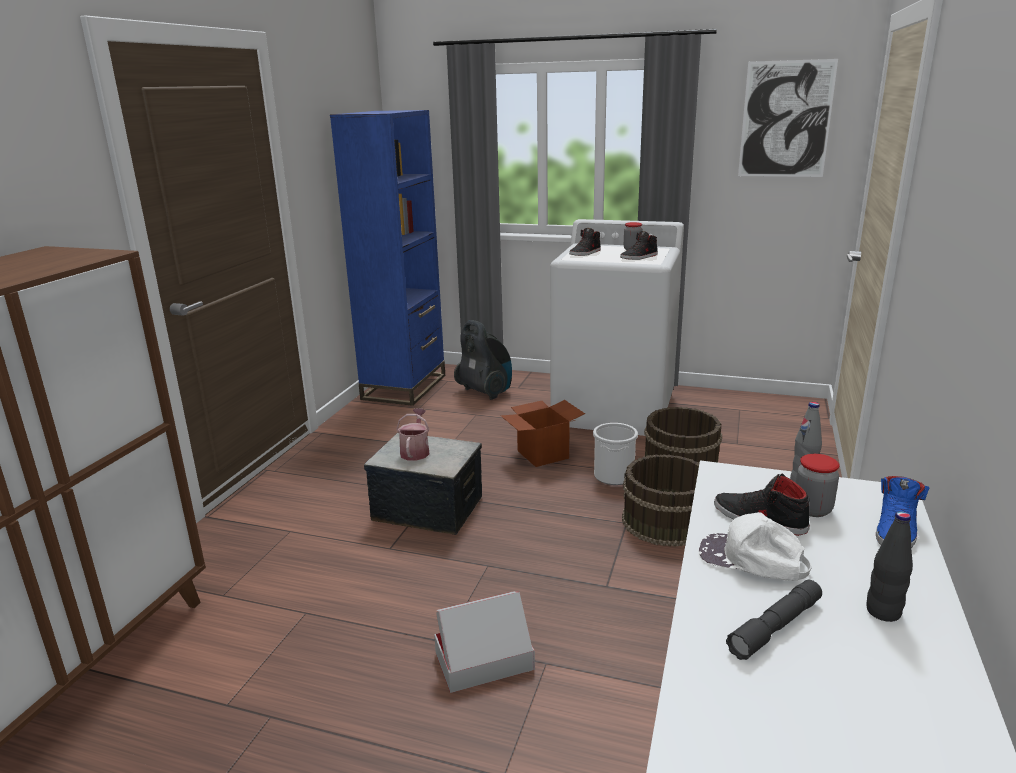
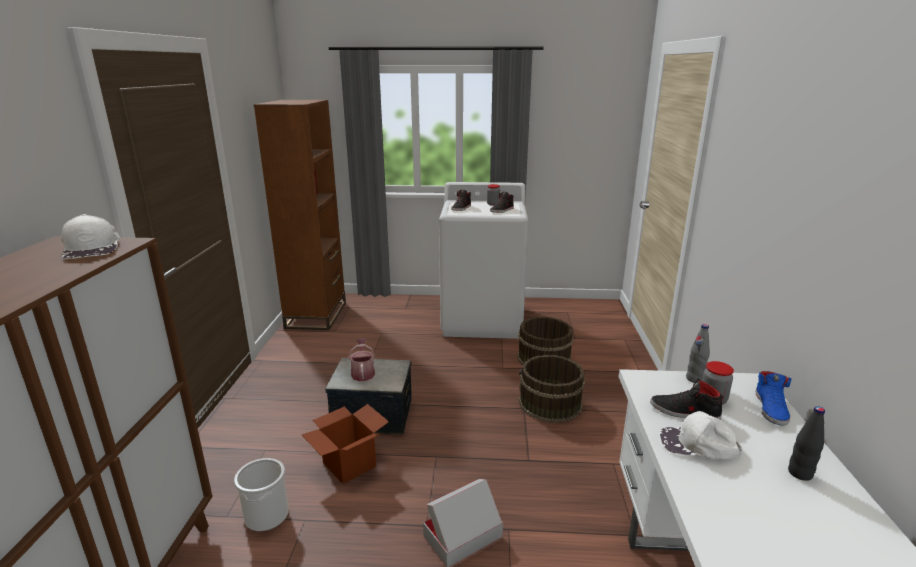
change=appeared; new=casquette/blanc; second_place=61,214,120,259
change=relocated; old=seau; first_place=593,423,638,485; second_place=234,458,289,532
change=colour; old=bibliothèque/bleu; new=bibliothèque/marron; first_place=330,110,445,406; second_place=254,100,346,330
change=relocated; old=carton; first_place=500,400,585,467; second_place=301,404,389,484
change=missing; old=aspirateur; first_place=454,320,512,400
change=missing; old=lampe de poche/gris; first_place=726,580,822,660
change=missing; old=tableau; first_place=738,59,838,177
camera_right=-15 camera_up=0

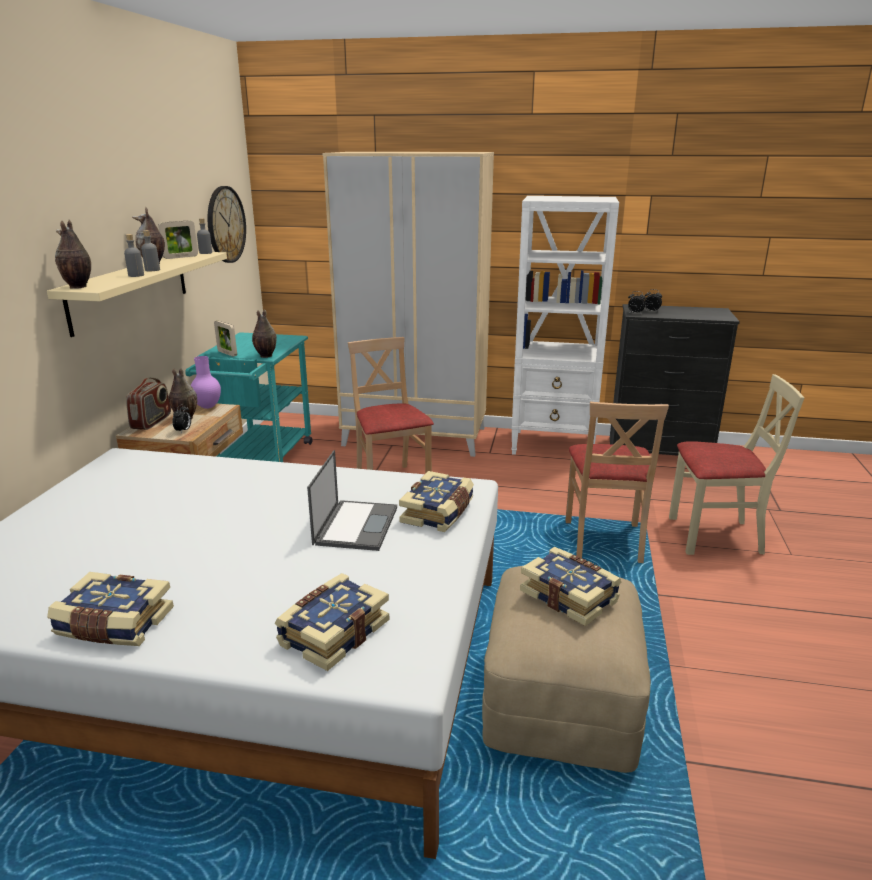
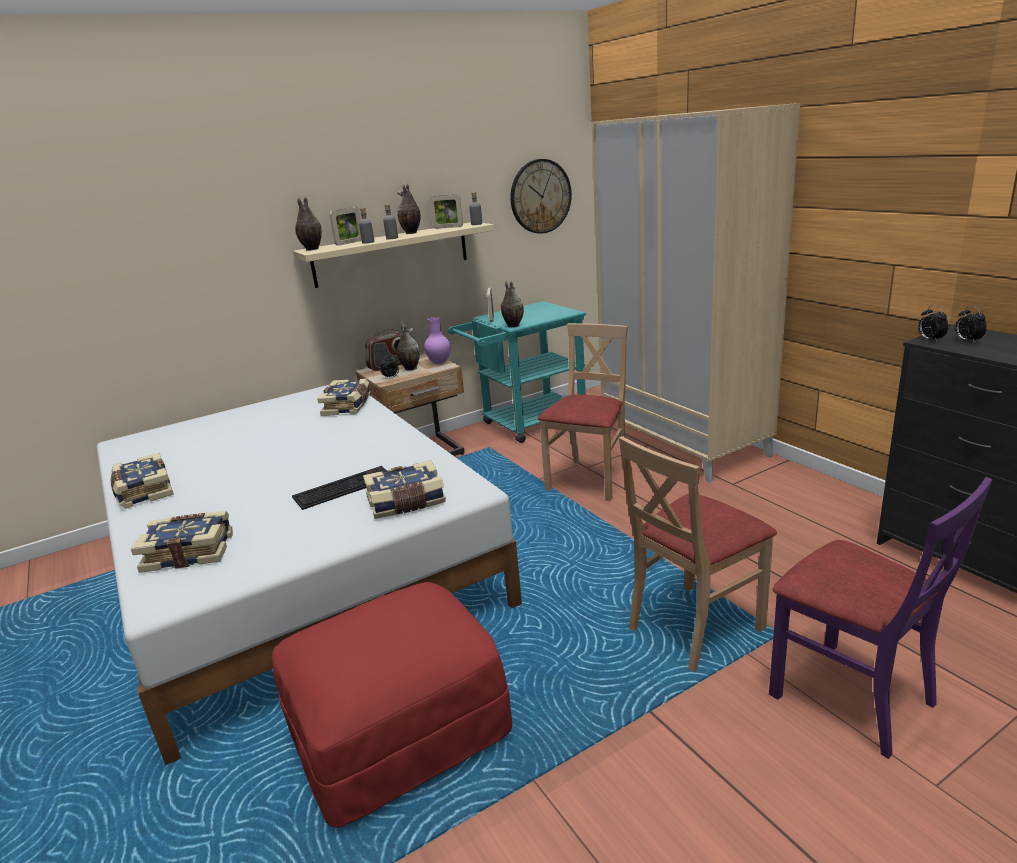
change=colour; old=pouf/beige; new=pouf/rouge; first_place=482,566,651,773; second_place=272,582,512,828
change=exchanged; old=ordinateur portable; new=clavier; first_place=307,450,397,551; second_place=292,466,387,510
change=relocated; old=livre; first_place=520,547,621,626; second_place=317,378,370,416
change=appeared; new=cadre photo; second_place=329,207,362,245
change=colour; old=chaise/beige; new=chaise/violet; first_place=669,374,804,555; second_place=769,477,992,759
change=missing; old=bibliothèque/blanc; first_place=511,196,619,455
camera_right=50 camera_up=0

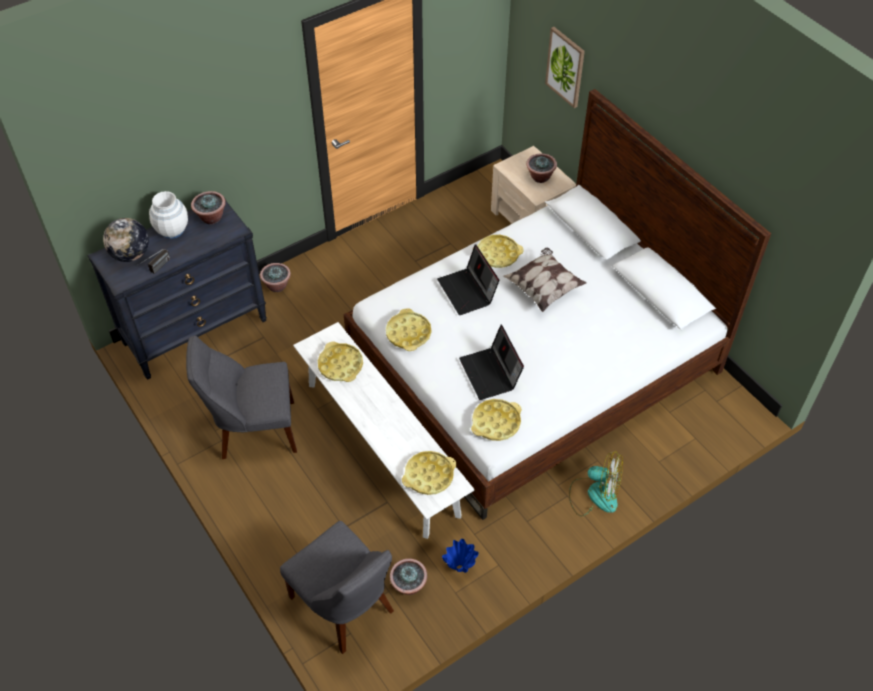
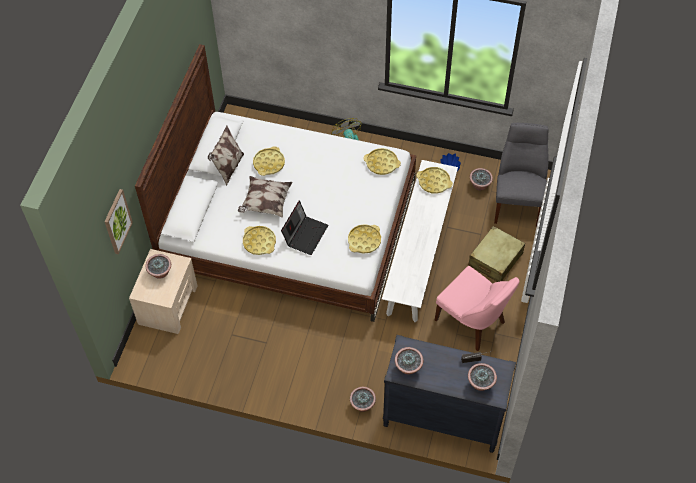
change=appeared; new=coussin; second_place=208,125,244,186
change=relocated; old=plateau/jaune; first_place=318,342,363,382; second_place=253,146,285,176
change=colour; old=chaise/gris; new=chaise/rose; first_place=186,335,297,459; second_place=435,266,519,351
change=appeared; new=valise/beige; second_place=468,226,525,282
change=exchanged; old=globe; new=plante en pot; first_place=103,218,149,262; second_place=468,363,497,391
change=missing; old=vase/blanc; first_place=149,191,188,239
change=missing; old=ordinateur portable; first_place=459,325,524,400
camera_right=-130 camera_up=5

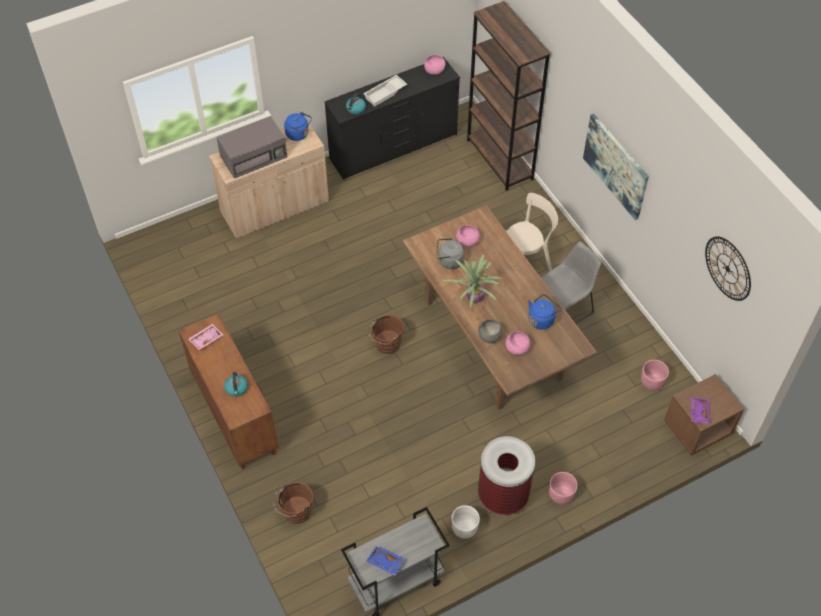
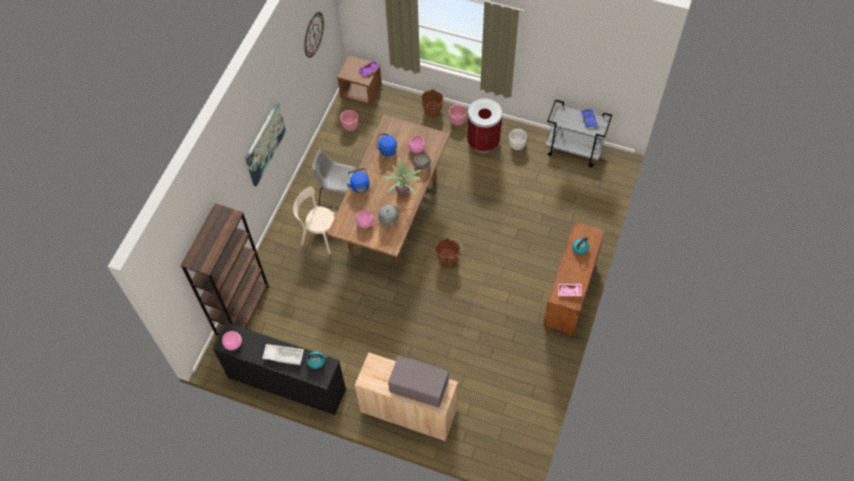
change=relocated; old=bouilloire/bleu; first_place=284,112,312,141; second_place=347,168,370,193
change=relocated; old=seau/marron; first_place=273,482,313,524; second_place=421,89,446,117
camera_right=-130 camera_up=5

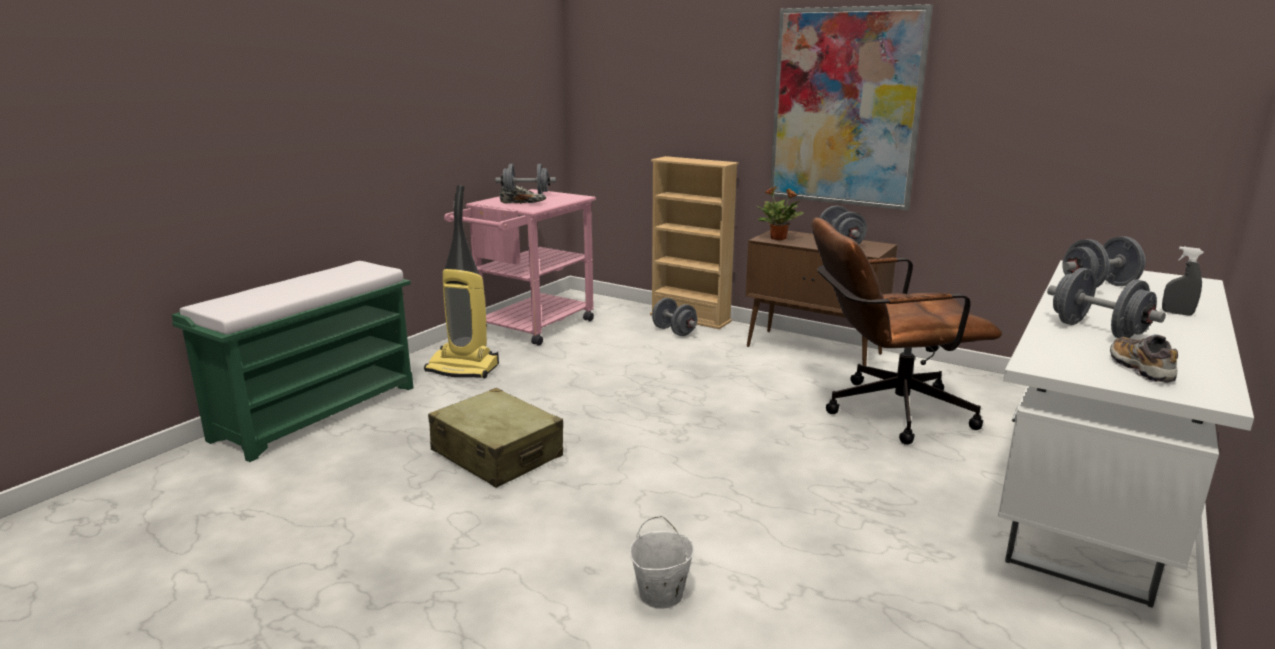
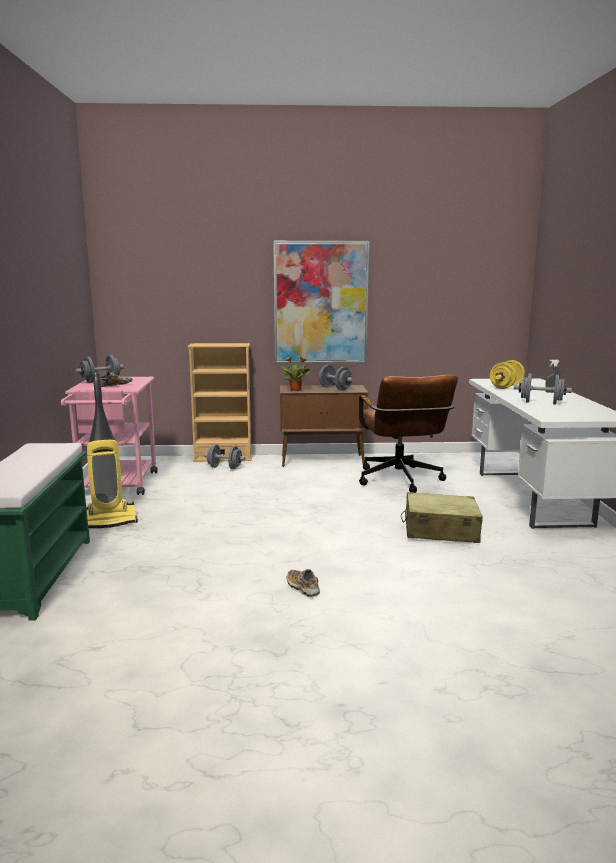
change=relocated; old=chaussure; first_place=1110,334,1178,383; second_place=287,569,320,597
change=spun; old=chaise de bureau/marron; first_place=812,218,1002,445; second_place=358,375,458,493; degrees=-60
change=relocated; old=valise/beige; first_place=428,388,563,488; second_place=401,492,483,543
change=colour; old=haltère/gris; new=haltère/jaune; first_place=1062,236,1146,288; second_place=490,360,525,389
change=missing; old=seau/blanc; first_place=630,516,695,609
camera_right=-35 camera_up=-5

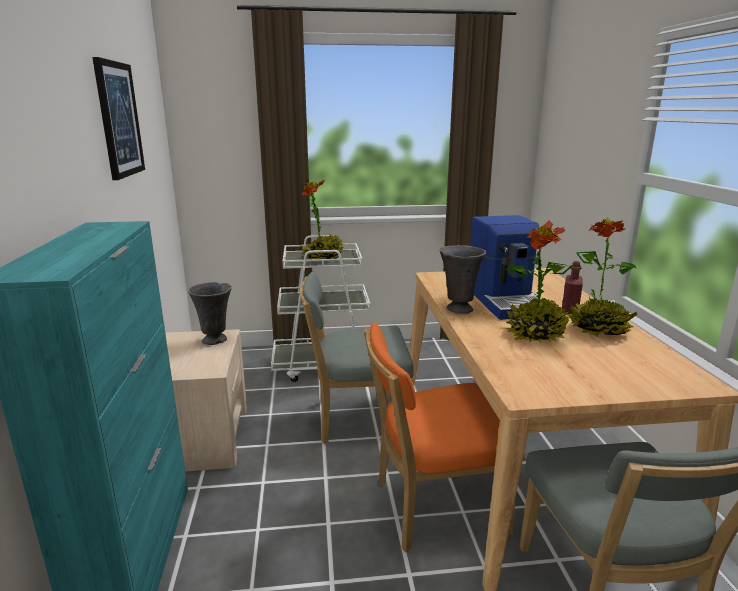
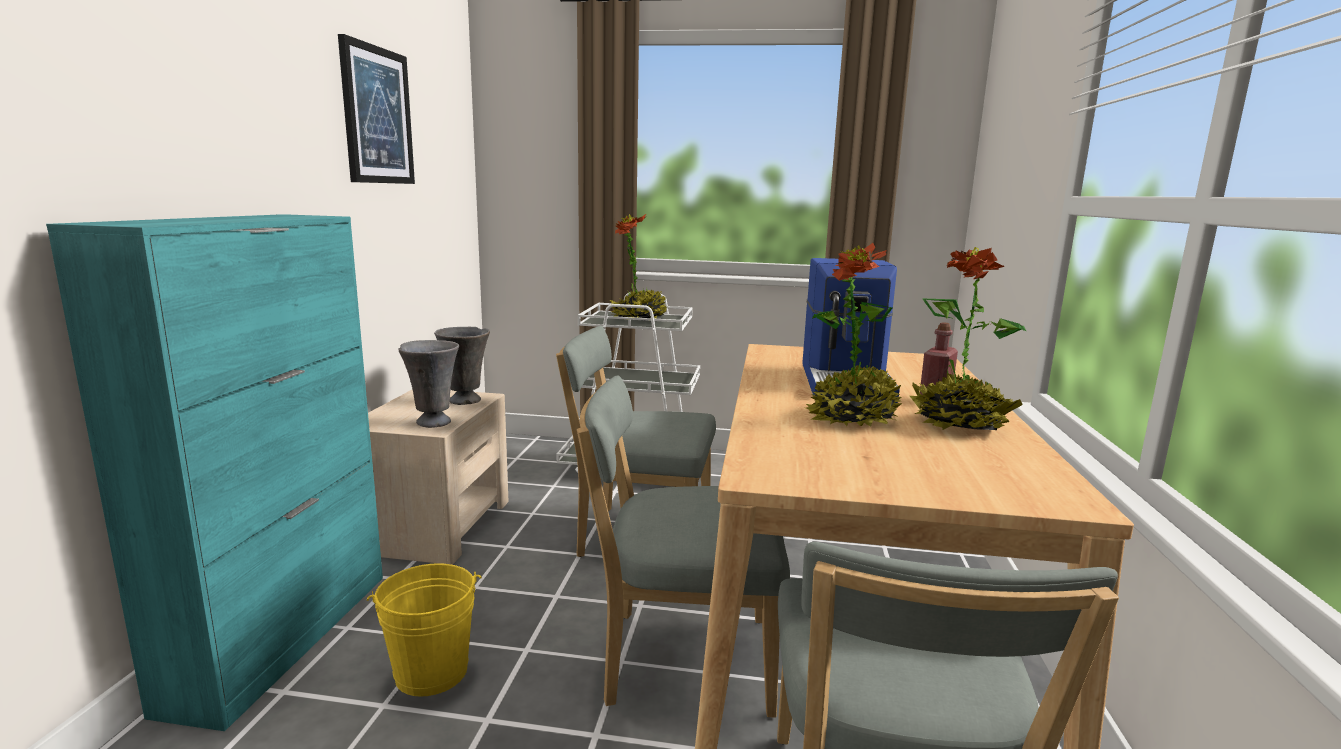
change=appeared; new=seau/jaune; second_place=367,563,482,697
change=relocated; old=vase/gris; first_place=440,245,486,314; second_place=398,340,459,428
change=colour; old=chaise/orange; new=chaise/gris; first_place=364,322,525,552; second_place=577,375,790,718
camera_right=15 camera_up=-5

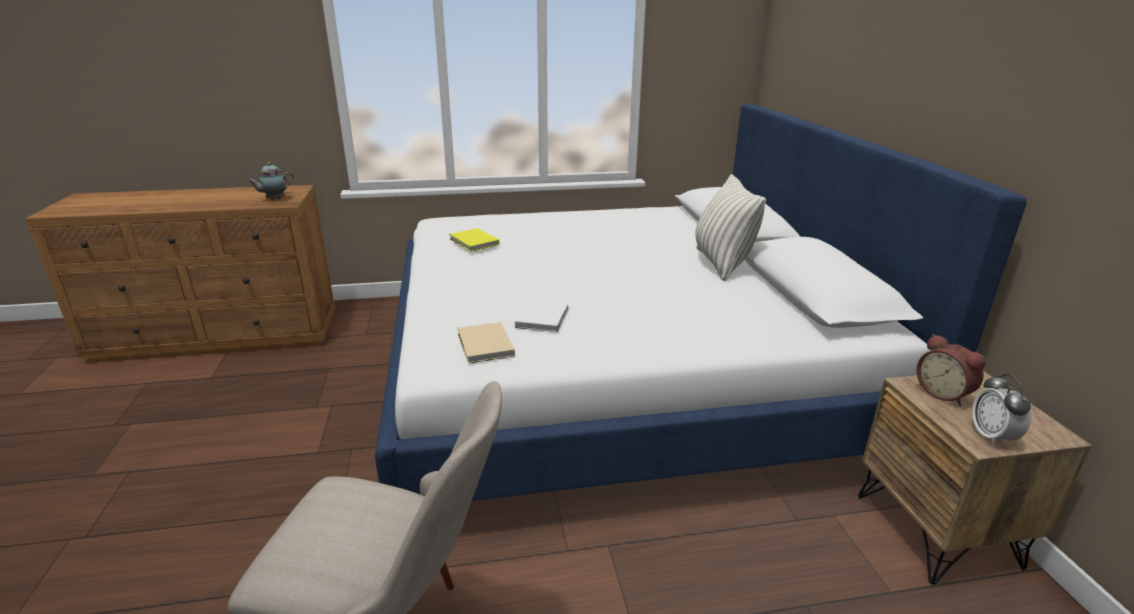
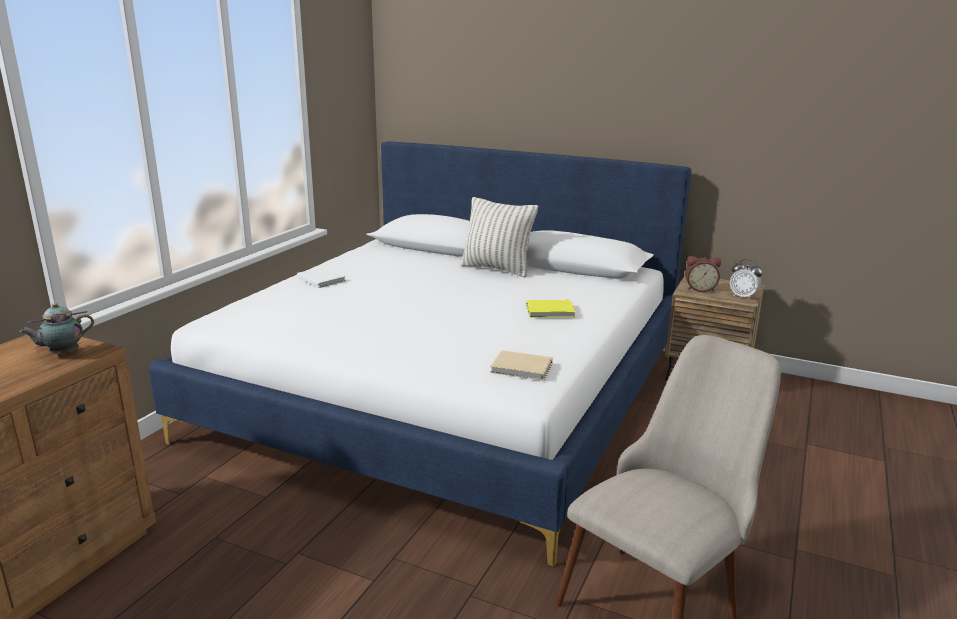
change=spun; old=théière; first_place=247,162,294,200; second_place=20,303,94,355; degrees=60
change=relocated; old=livre/blanc; first_place=515,297,569,332; second_place=297,267,345,288
change=relocated; old=livre/jaune; first_place=449,228,500,252; second_place=527,300,576,318
camera_right=-55 camera_up=-5

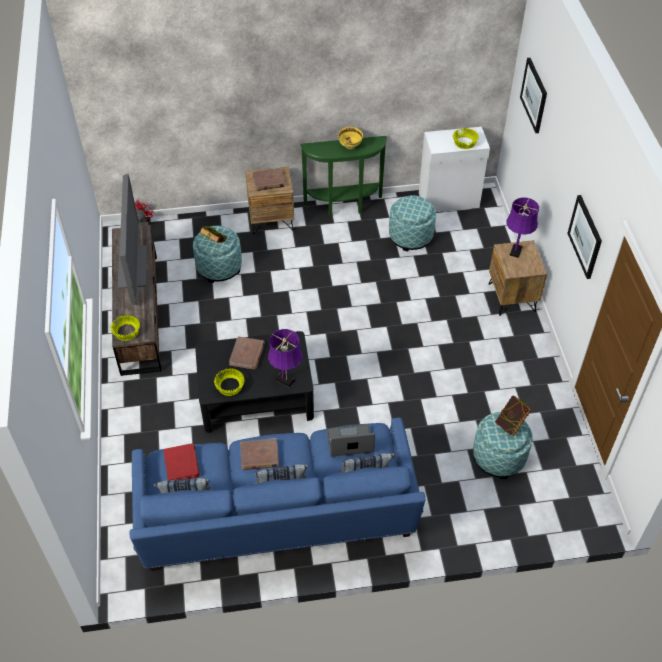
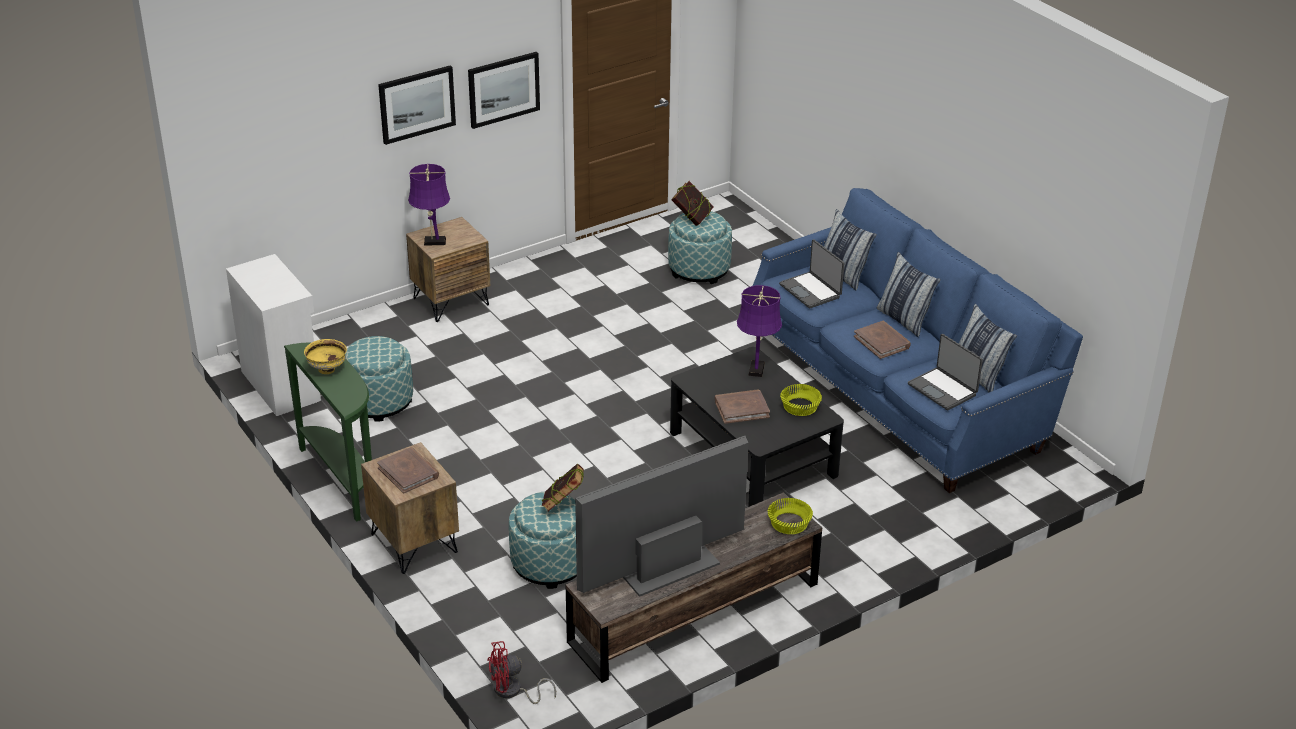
change=relocated; old=tableau; first_place=520,58,547,133; second_place=378,65,456,145
change=exchanged; old=livre/rouge; new=ordinateur portable; first_place=163,443,200,480; second_place=908,334,983,411
change=missing; old=bol/jaune; first_place=453,128,479,149
camera_right=-115 camera_up=-15

